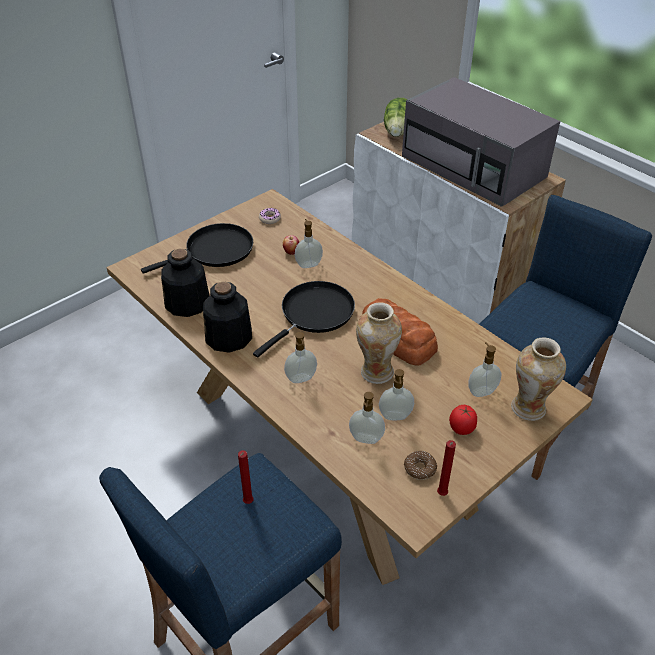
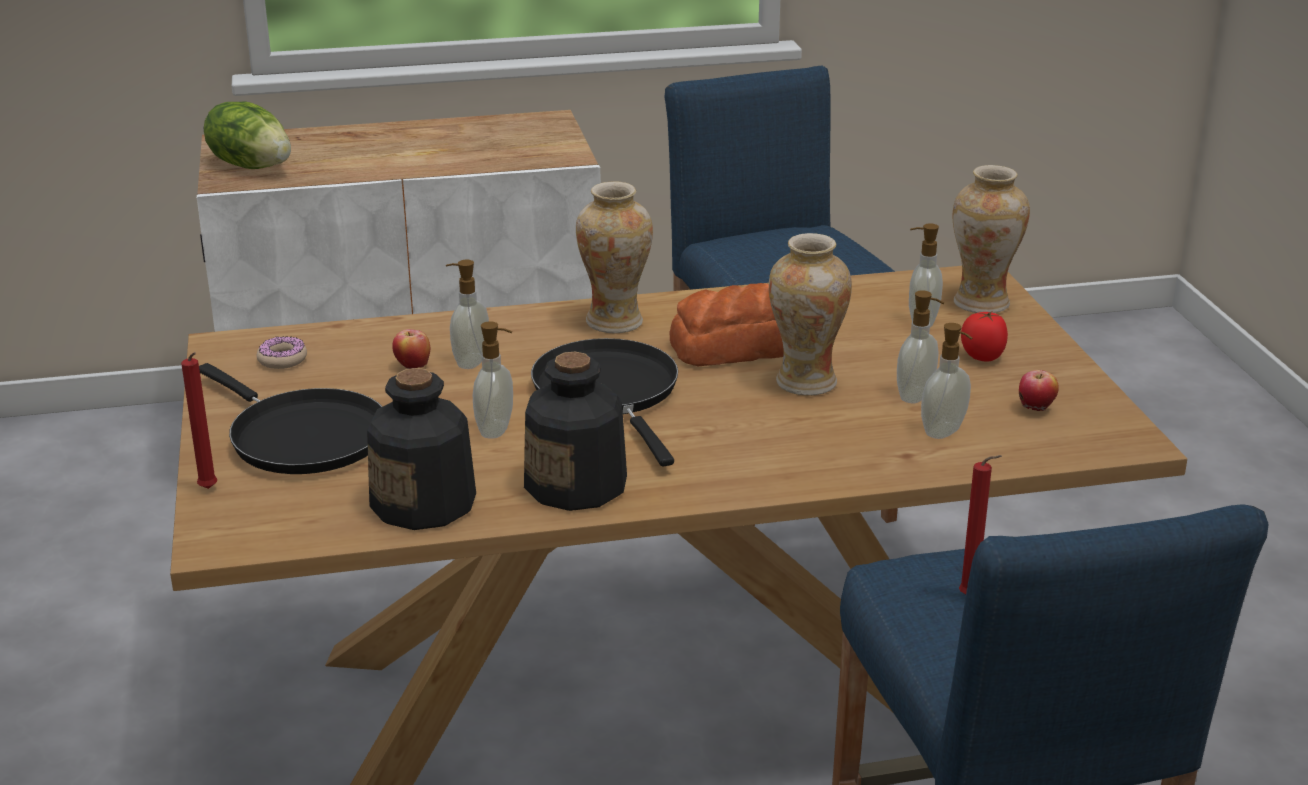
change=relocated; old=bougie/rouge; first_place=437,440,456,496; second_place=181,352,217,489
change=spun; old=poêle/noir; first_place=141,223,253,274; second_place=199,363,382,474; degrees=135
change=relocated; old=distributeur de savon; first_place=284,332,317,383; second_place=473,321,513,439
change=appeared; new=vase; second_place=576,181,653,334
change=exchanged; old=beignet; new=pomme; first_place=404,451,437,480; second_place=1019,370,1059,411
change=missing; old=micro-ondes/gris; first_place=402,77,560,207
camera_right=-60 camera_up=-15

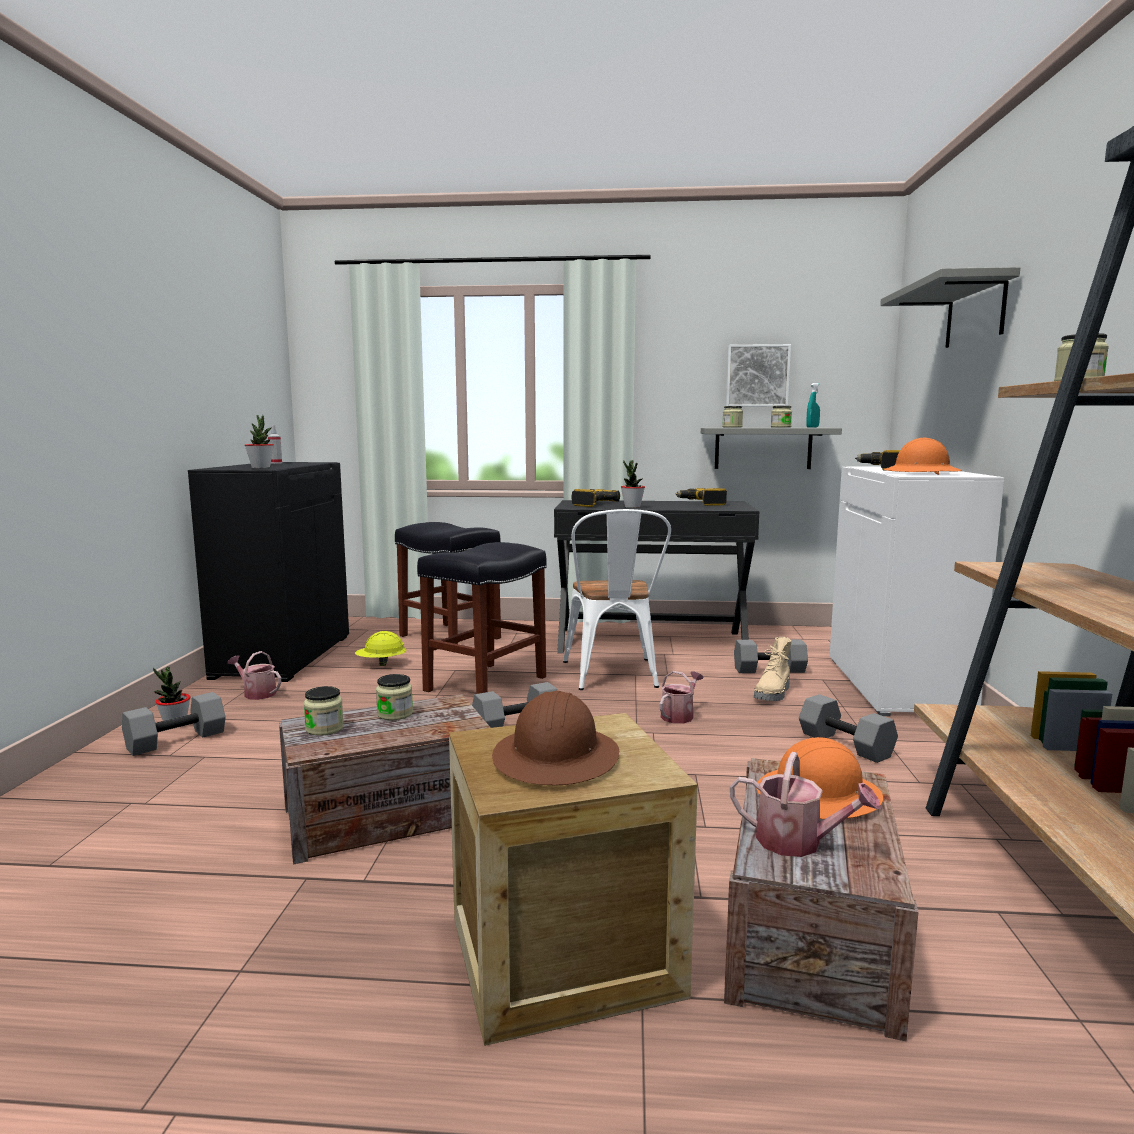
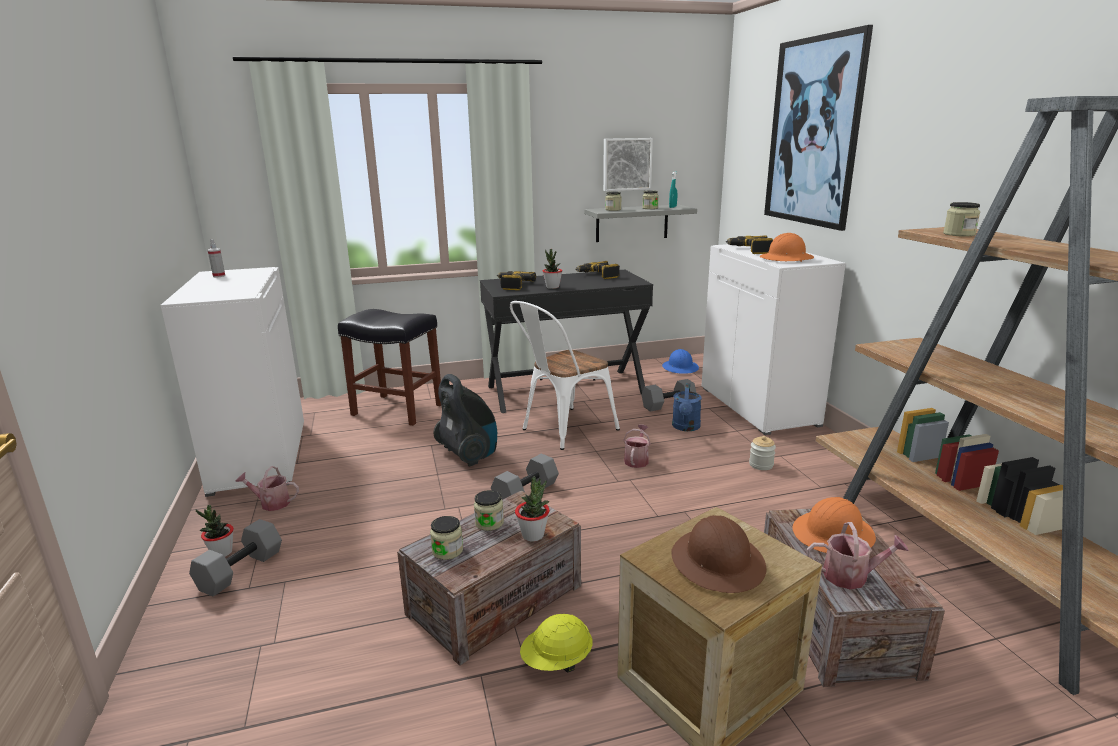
change=colour; old=meuble de rangement/noir; new=meuble de rangement/blanc; first_place=188,462,349,682; second_place=160,267,304,497
change=exchanged; old=tabouret/noir; new=aspirateur; first_place=417,542,547,694; second_place=433,374,497,467
change=spun; old=chaise/blanc; first_place=563,509,671,690; second_place=510,301,620,450; degrees=75
change=relocated; old=plante en pot; first_place=245,415,274,468; second_place=515,476,550,542
change=relocated; old=casque de chantier/jaune; first_place=355,631,406,666; second_place=520,614,593,672
change=appeared; new=casque de chantier/bleu; second_place=662,349,699,374
change=exchanged; old=botte/beige; new=arrosoir/bleu; first_place=754,637,791,701; second_place=672,383,702,431
change=exchanged; old=haltère/gris; new=bocal; first_place=799,694,898,763; second_place=749,436,776,470
change=exchanged; old=étagère/gris; new=tableau; first_place=880,267,1020,348; second_place=764,25,873,231
camera_right=-20 camera_up=10

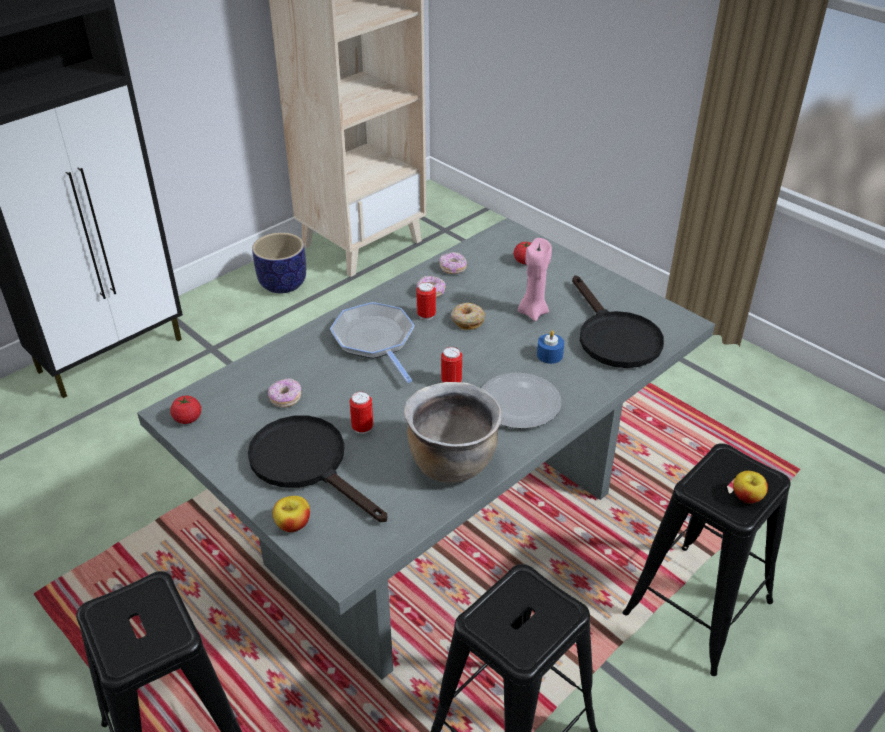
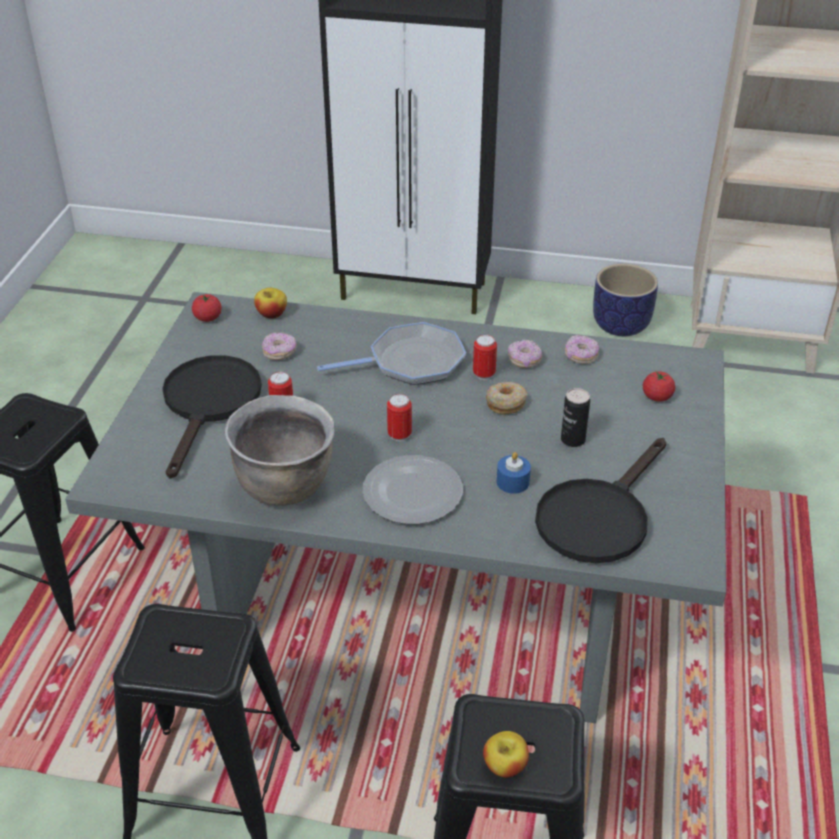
change=relocated; old=pomme; first_place=273,496,310,532; second_place=254,288,287,319
change=spun; old=poêle; first_place=330,302,414,383; second_place=317,322,466,385; degrees=45
change=exchanged; old=bougie/rose; new=boîte métallique; first_place=518,238,552,321; second_place=561,388,590,447
camera_right=55 camera_up=0

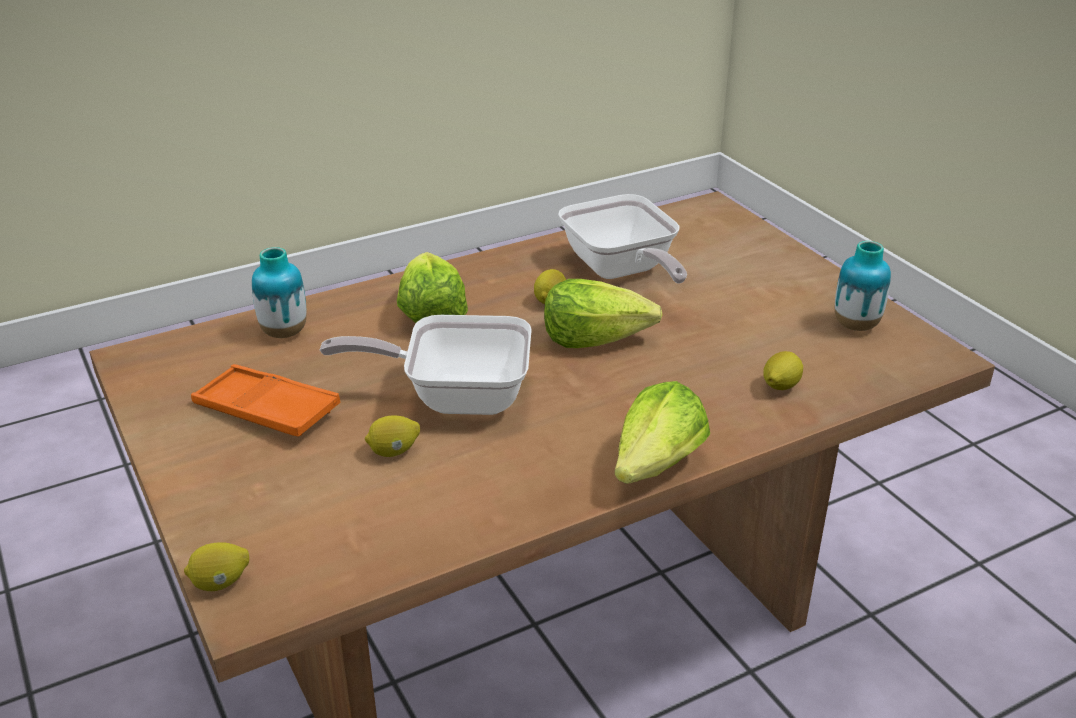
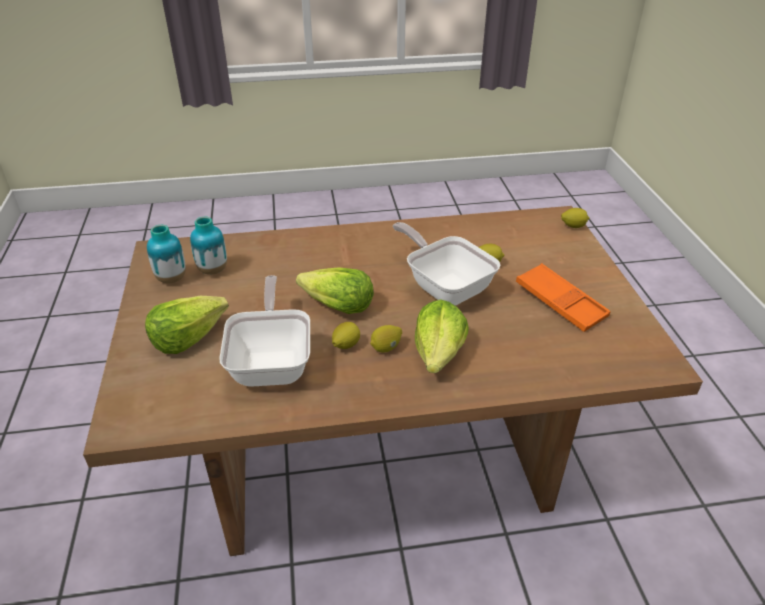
change=relocated; old=laitue; first_place=614,381,710,484; second_place=145,296,229,354
change=relocated; old=vase; first_place=252,247,307,338; second_place=190,217,227,275
change=relocated; old=citron; first_place=763,351,803,390; second_place=370,325,402,352
change=spun; old=poêle; first_place=320,315,532,415; second_place=393,222,500,305; degrees=-150
camera_right=-160 camera_up=5

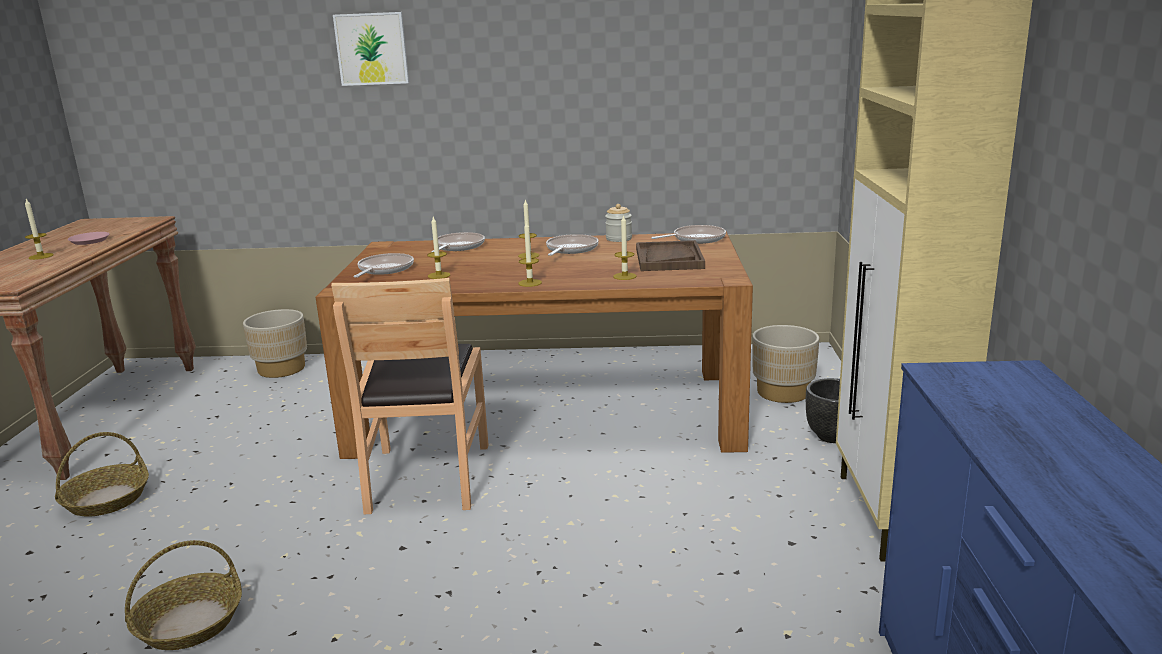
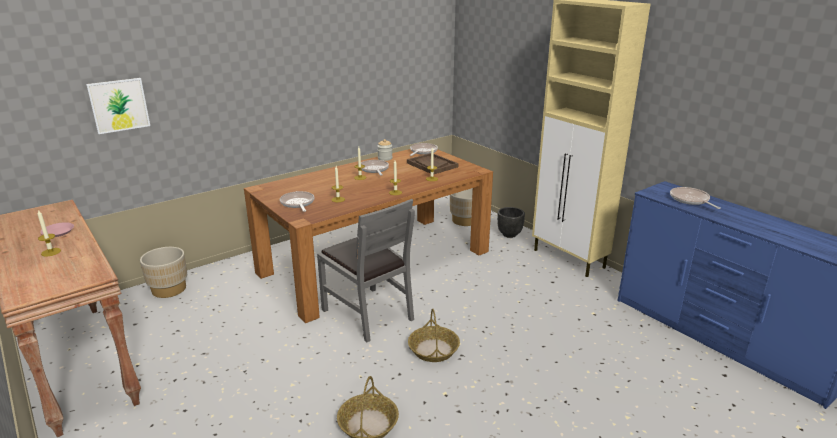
change=relocated; old=tableau; first_place=333,12,409,86; second_place=86,78,150,134
change=colour; old=chaise/marron; new=chaise/gris; first_place=331,278,489,514; second_place=317,199,415,342
change=relocated; old=panier; first_place=55,432,149,517; second_place=408,309,460,362
change=relocated; old=poêle; first_place=431,232,485,252; second_place=670,187,721,209
camera_right=-40 camera_up=5

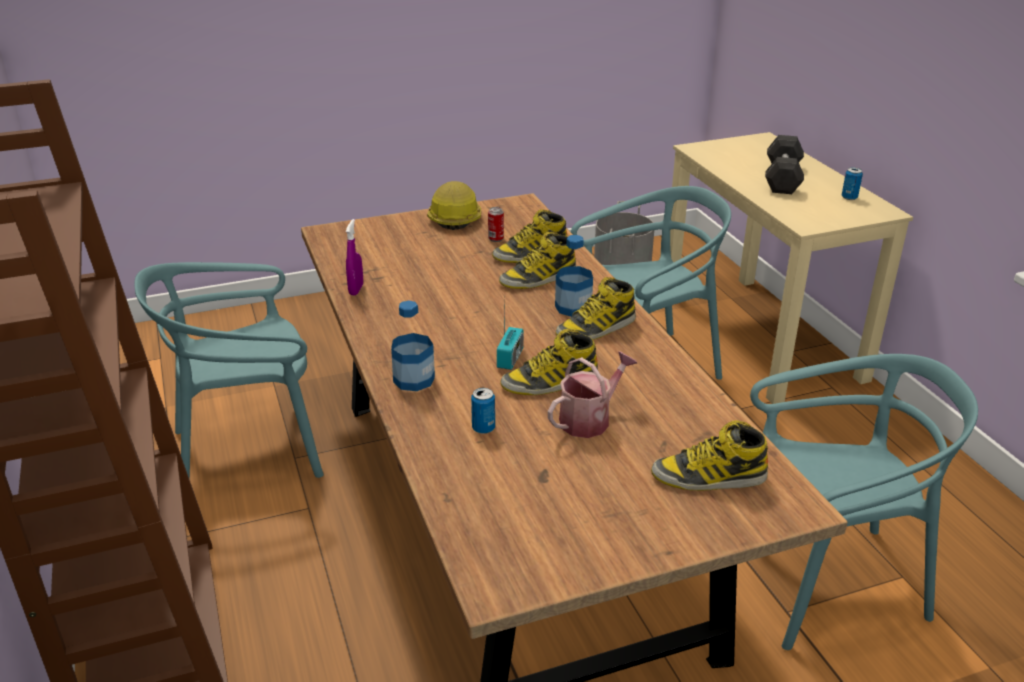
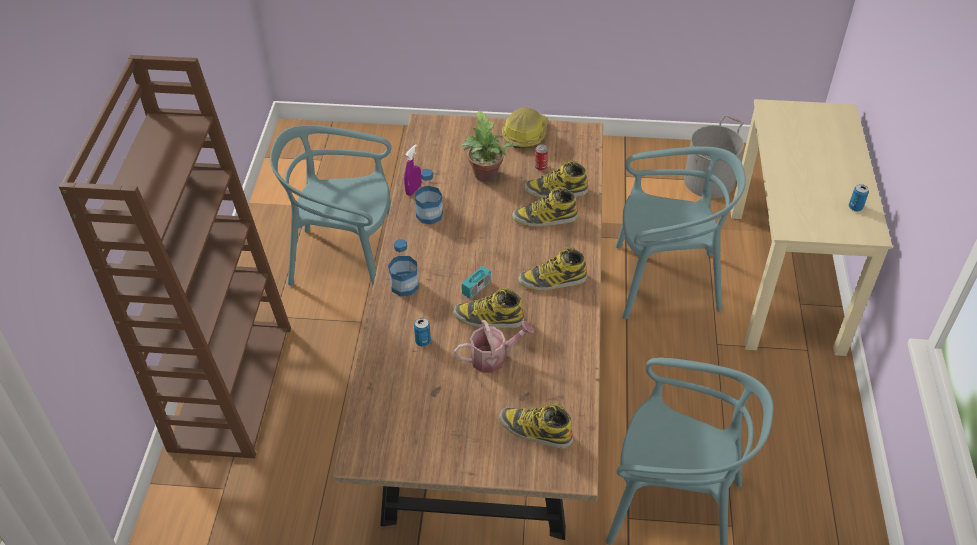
change=relocated; old=bouteille; first_place=555,235,593,317; second_place=415,169,443,224
change=appeared; new=plante en pot; second_place=461,111,517,182
change=missing; old=haltère/gris; first_place=765,135,804,194
camera_right=25 camera_up=15

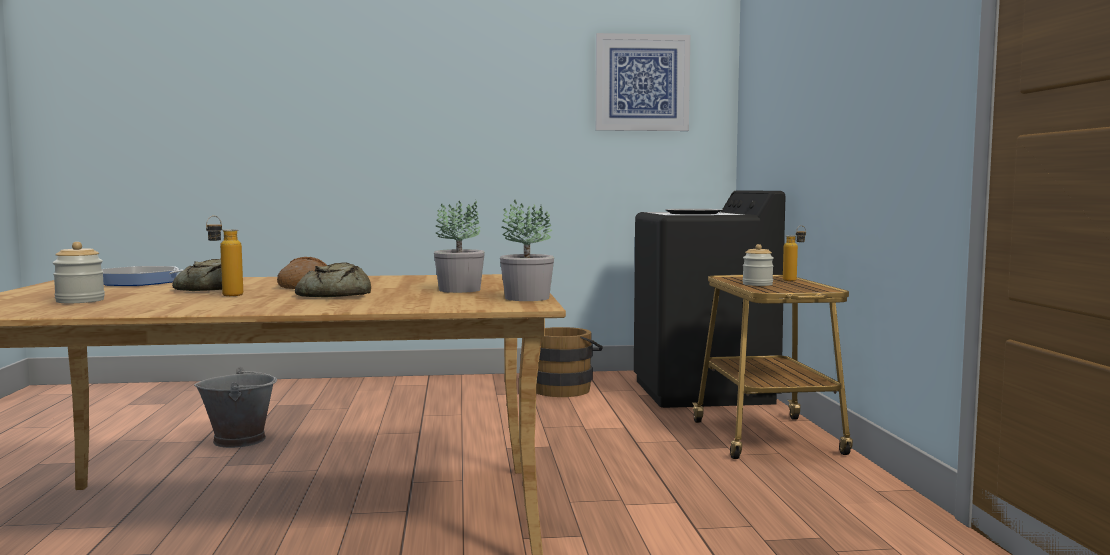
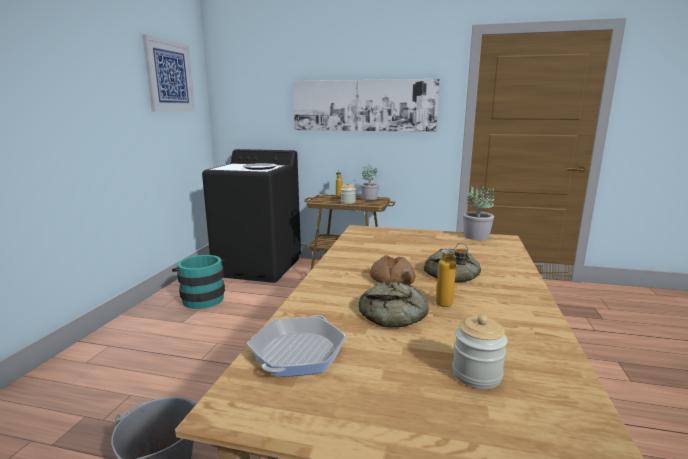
change=colour; old=seau/marron; new=seau/turquoise; first_place=536,327,603,397; second_place=172,255,225,309
change=appeared; new=tableau; second_place=293,79,440,132
change=relocated; old=plante en pot; first_place=434,199,485,293; second_place=360,164,379,200
camera_right=-70 camera_up=10

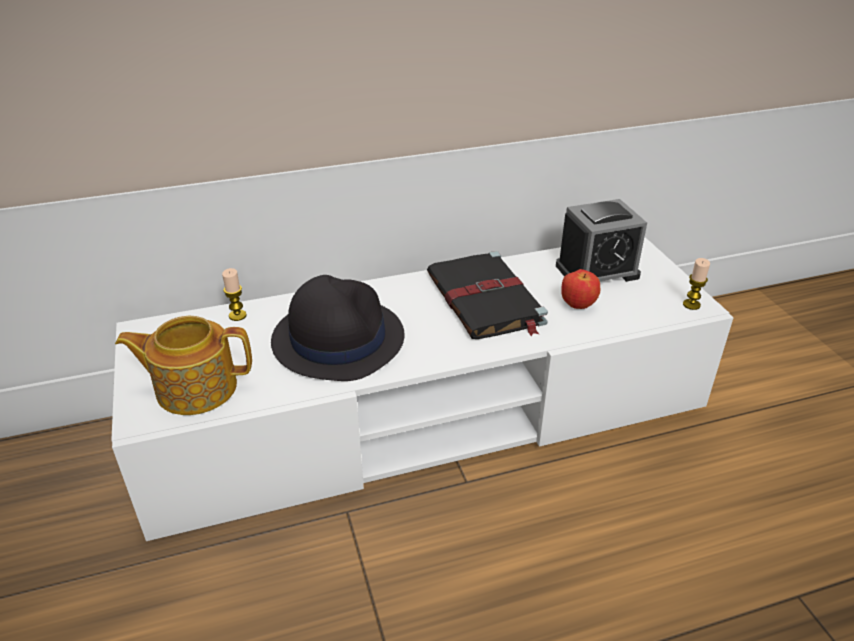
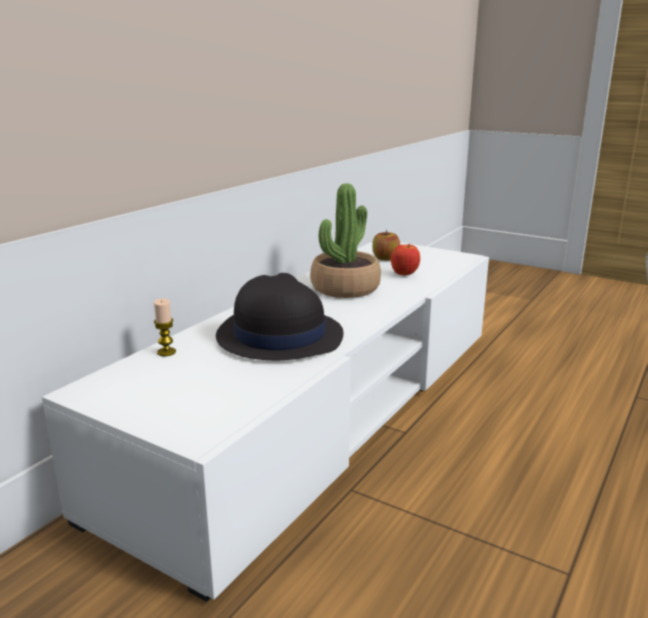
change=exchanged; old=livre/noir; new=plante en pot; first_place=427,251,548,339; second_place=310,183,381,298
change=exchanged; old=réveil; new=pomme; first_place=556,199,647,282; second_place=372,229,400,261
change=missing; old=théière; first_place=115,316,252,415
change=missing; old=bougie; first_place=683,258,710,310
camera_right=-40 camera_up=-15

